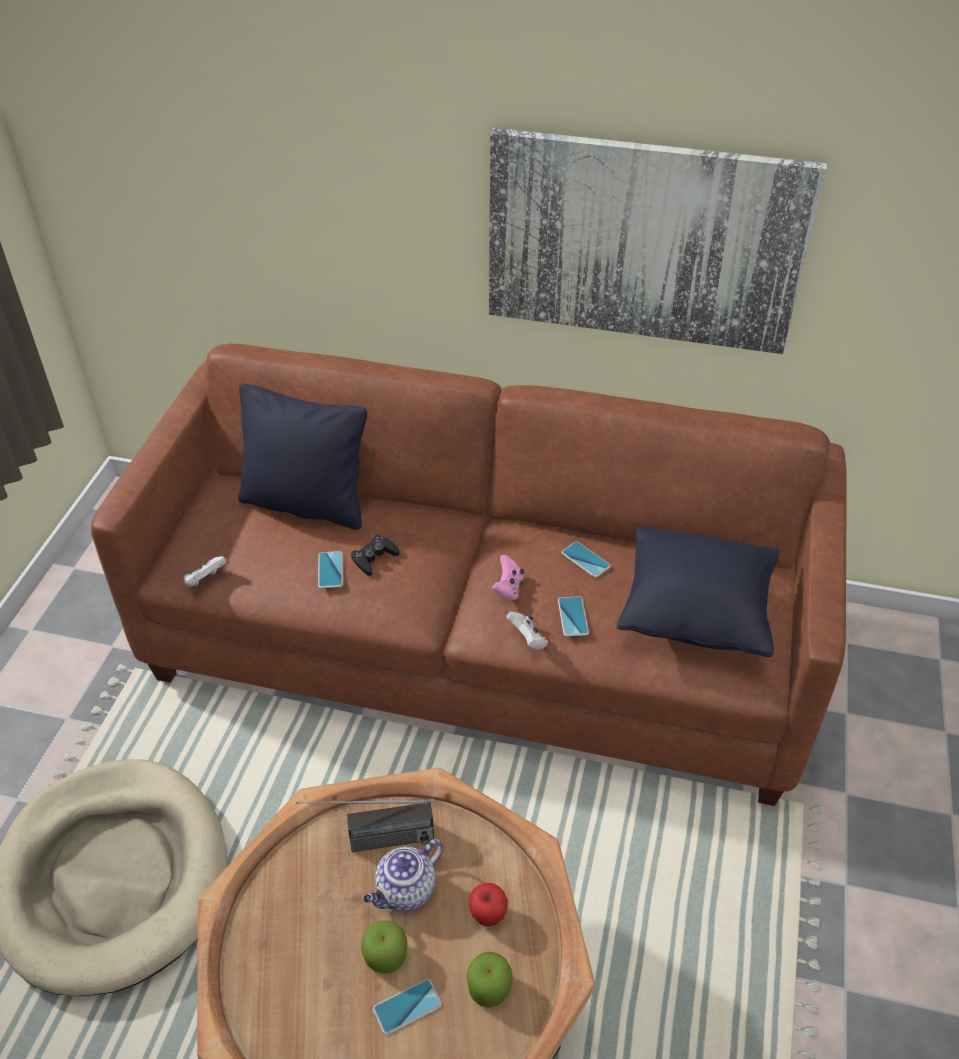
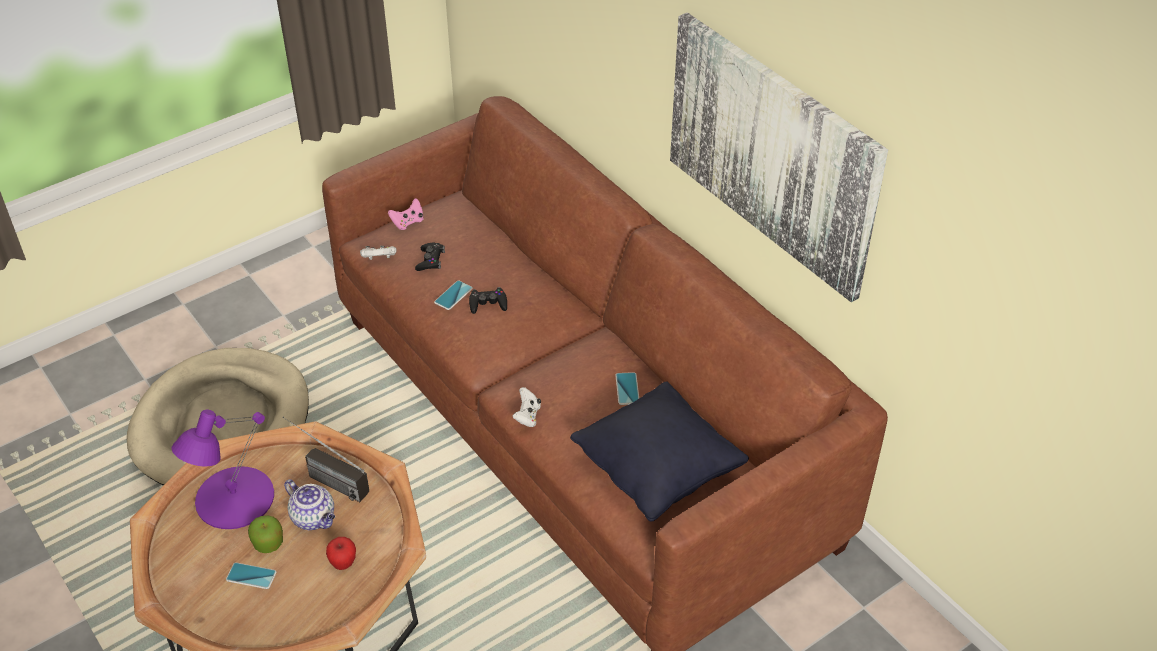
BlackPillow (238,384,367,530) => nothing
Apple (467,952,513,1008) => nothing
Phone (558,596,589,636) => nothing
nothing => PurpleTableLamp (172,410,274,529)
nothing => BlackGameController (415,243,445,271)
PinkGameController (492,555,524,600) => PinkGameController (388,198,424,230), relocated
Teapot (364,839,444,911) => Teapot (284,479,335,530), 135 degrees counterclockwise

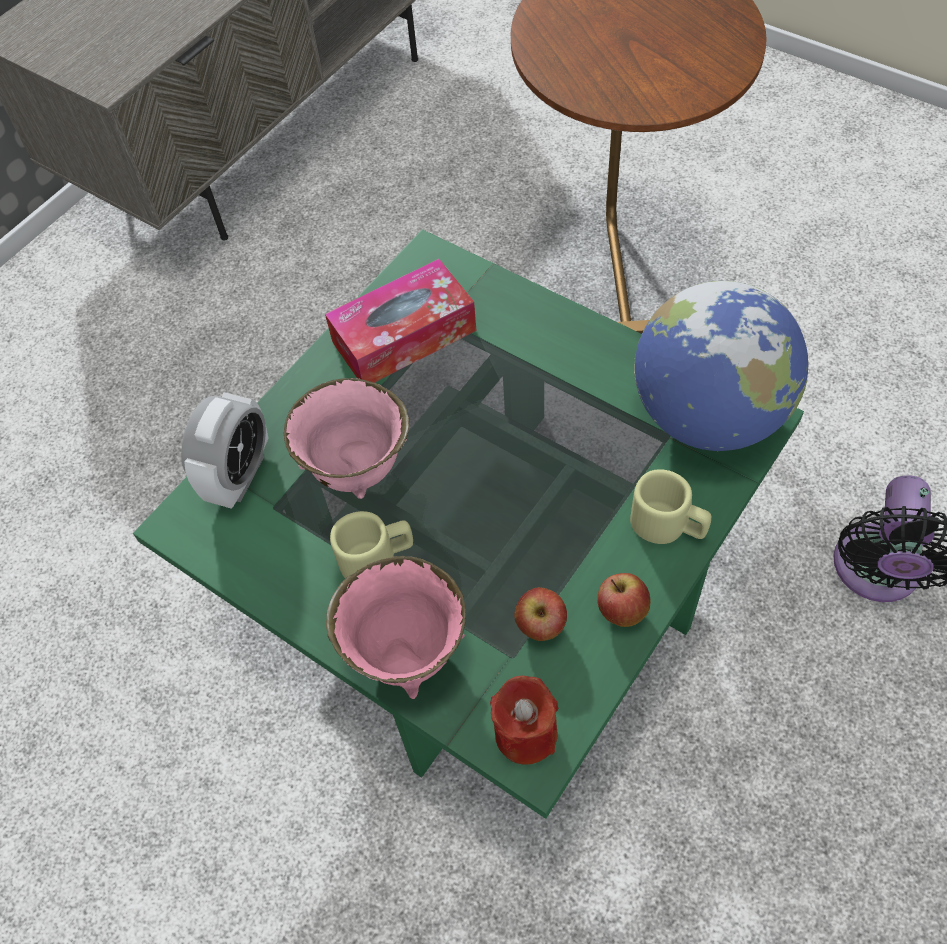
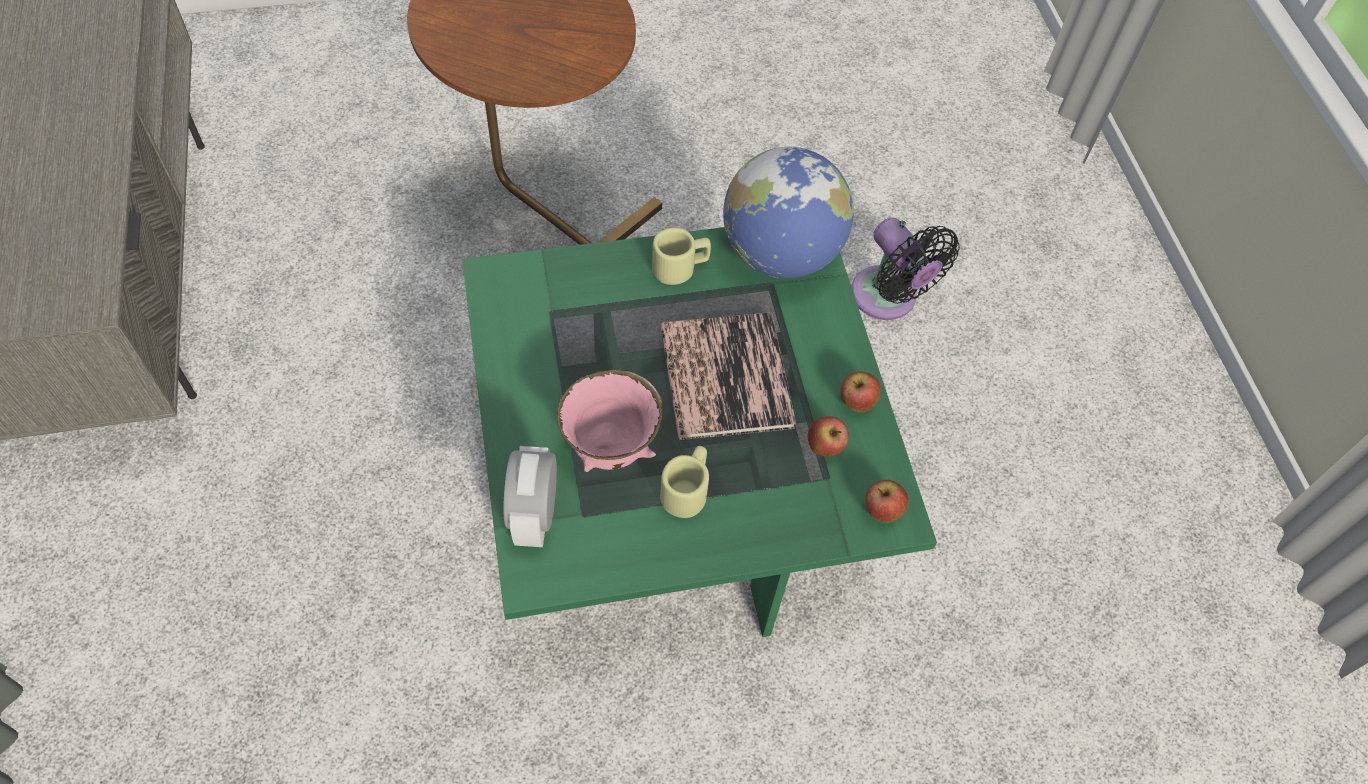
TissueBox (325,259,476,383) => nothing
PinkBowl (326,556,466,699) => nothing
nothing => Book (661,312,796,440)
BeigeMug (630,469,711,544) => BeigeMug (652,228,711,285), relocated
RedCandle (490,676,558,765) => Apple (865,480,909,523)
AlarmClock (181,392,268,509) => AlarmClock (504,446,557,547), 150 degrees counterclockwise

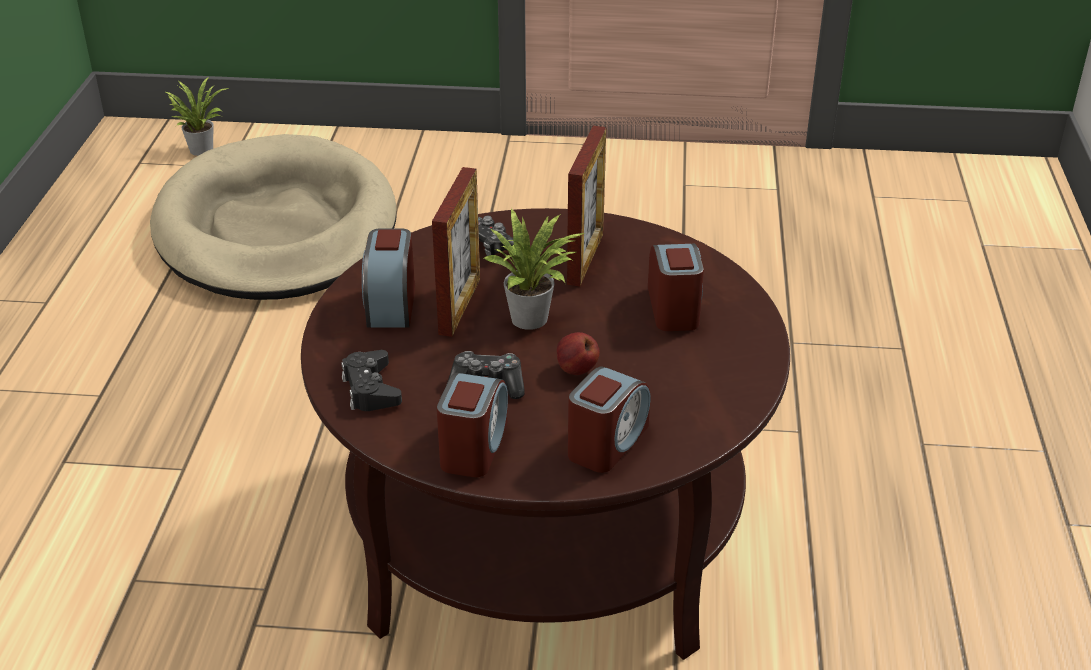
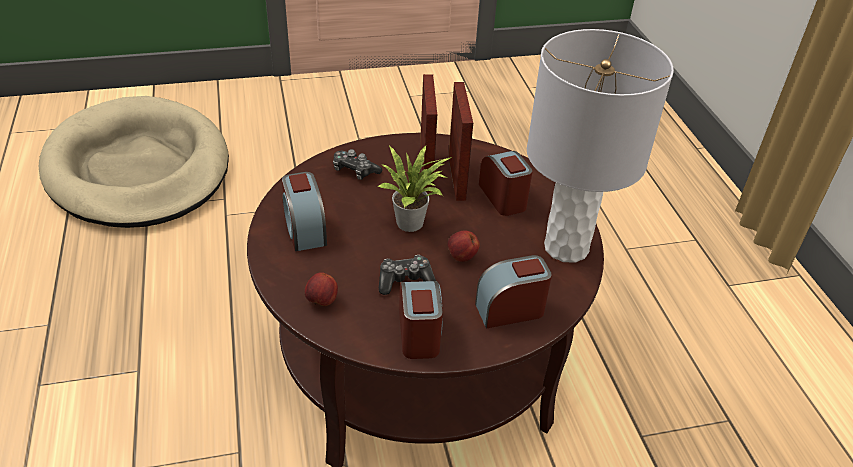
PottedPlant (166,77,229,156) => nothing
nothing => GreyTableLamp (527,29,674,263)
PictureFrame (432,167,480,337) => PictureFrame (449,82,473,201), relocated
BlackGameController (341,350,402,411) => Apple (305,272,338,306)
AlarmClock (568,366,651,473) => AlarmClock (475,255,552,328), 120 degrees counterclockwise

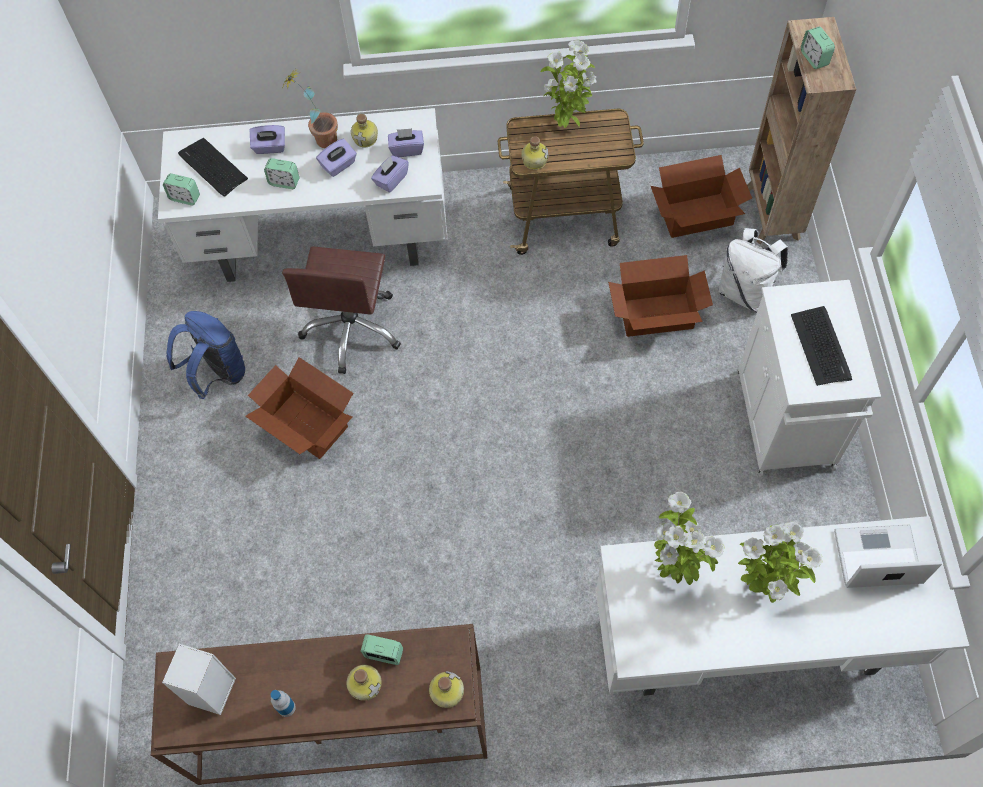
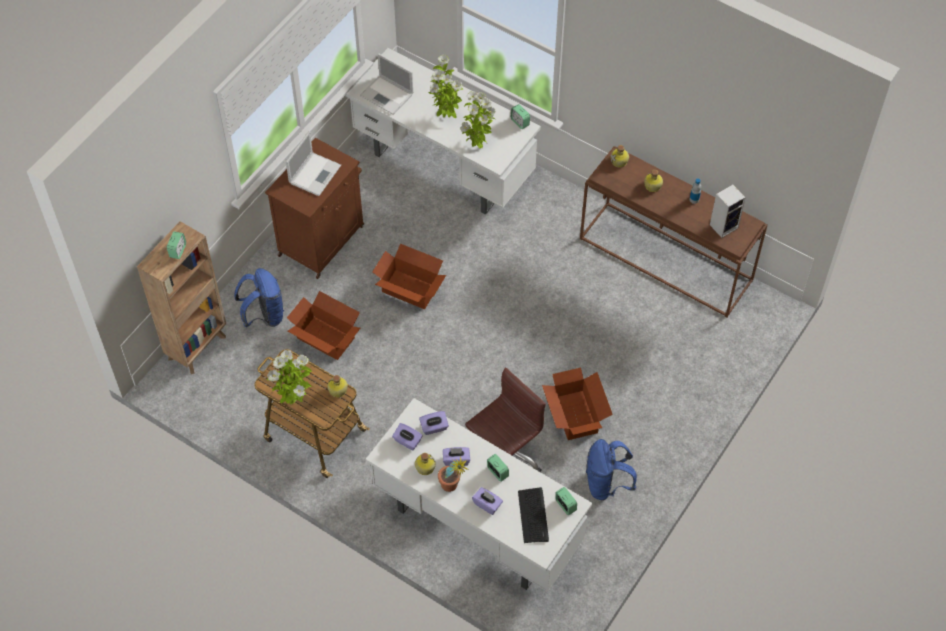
AlarmClock (361,634,403,665) => AlarmClock (511,104,530,129), relocated
CardboardBox (651,155,752,238) => CardboardBox (373,244,446,309), relocated
Keyboard (791,306,852,386) => Laptop (286,131,341,196)
WhiteBackpack (718,228,788,312) => BlueBackpack (235,268,284,328)
WhiteCabinet (737,280,881,477) => BrownCabinet (265,138,364,279)

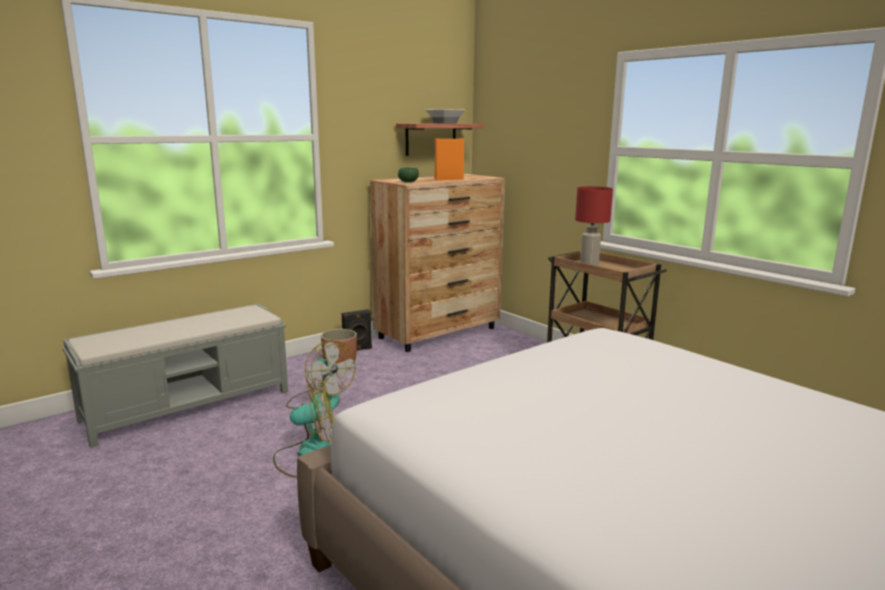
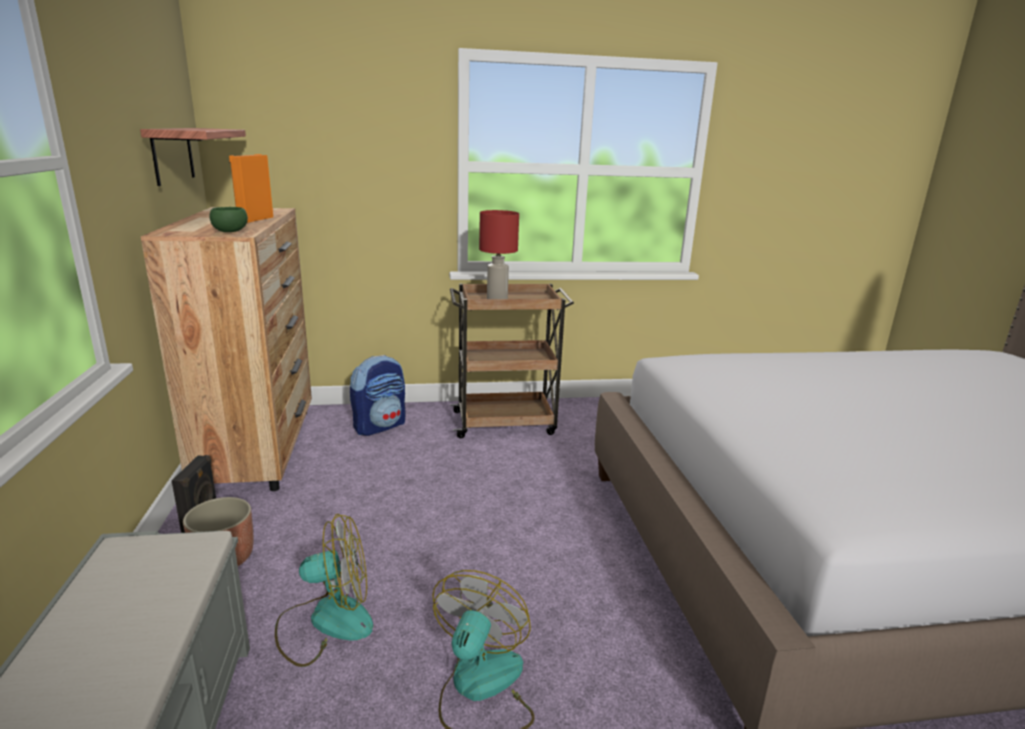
Bowl (426,109,465,124) => nothing
nothing => Backpack (350,355,406,436)

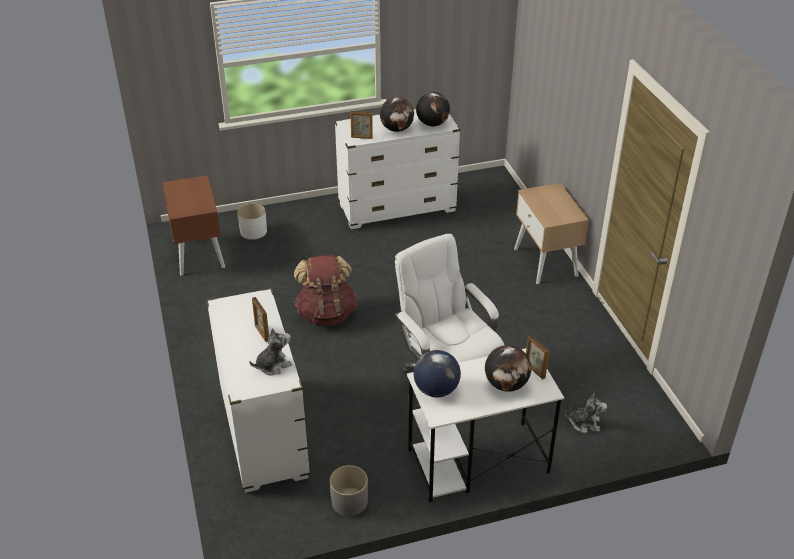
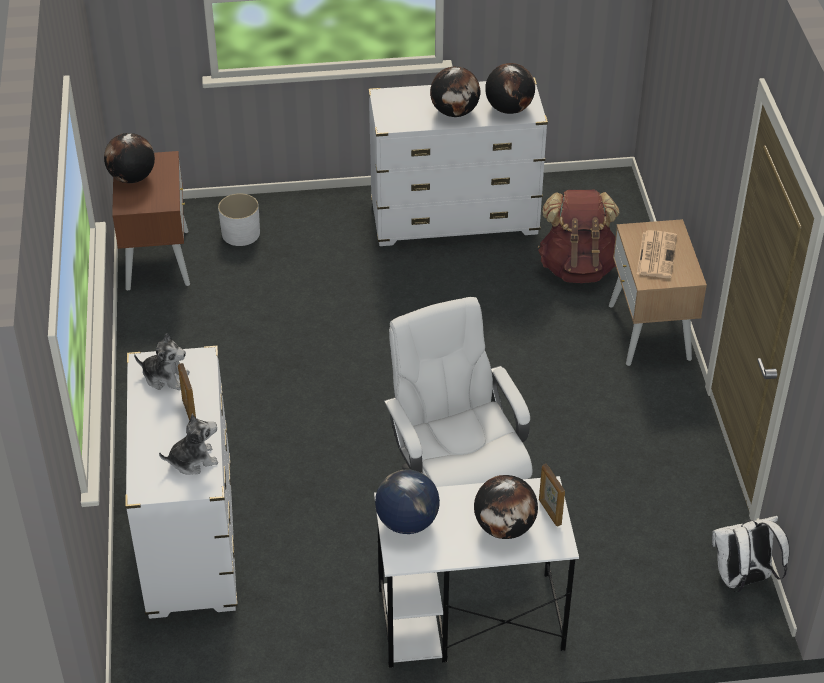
GreyPlanter (330,465,368,516) => nothing
PictureFrame (350,111,373,139) => nothing
nothing => Globe (104,133,155,183)
nothing => Newspaper (637,230,677,278)
nothing => WhiteBackpack (712,516,789,592)
BrownBackpack (294,255,357,326) => BrownBackpack (538,190,620,283), relocated
PlushToy (565,394,607,433) => PlushToy (134,333,190,390), relocated

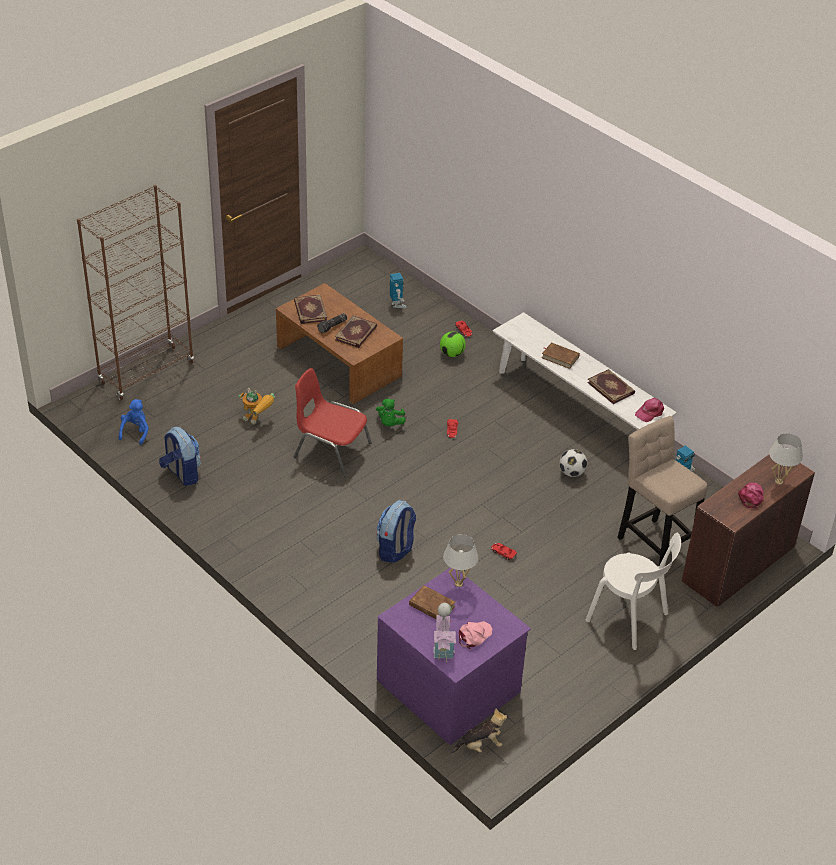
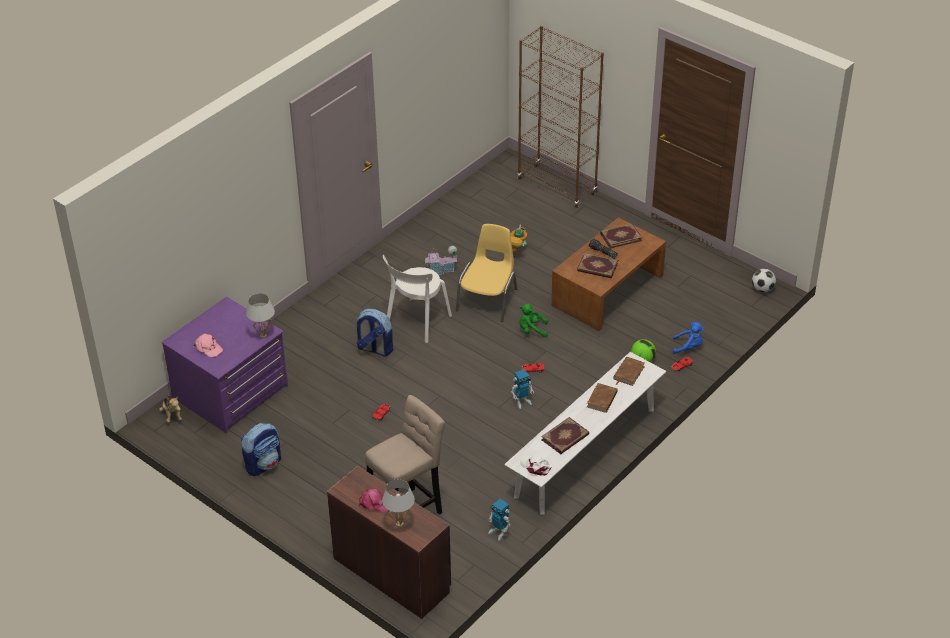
BluePlushToy (119,399,149,445) => BluePlushToy (673,322,704,354), relocated
Backpack (159,427,201,486) => Backpack (241,423,281,476), relocated
ToyRobot (390,273,407,308) => ToyRobot (511,369,534,409), relocated
BrownBook (409,585,456,620) => BrownBook (613,356,645,386), relocated
ToyHouse (434,603,456,662) => ToyHouse (425,246,457,275), relocated
Football (560,449,587,477) => Football (752,268,776,293), relocated
WhiteChair (586,533,681,650) => WhiteChair (383,255,452,343), relocated
RedChair (294,368,372,477) => YellowChair (456,224,517,321)
PinkCap (635,398,664,422) => WhiteCap (520,455,551,476)

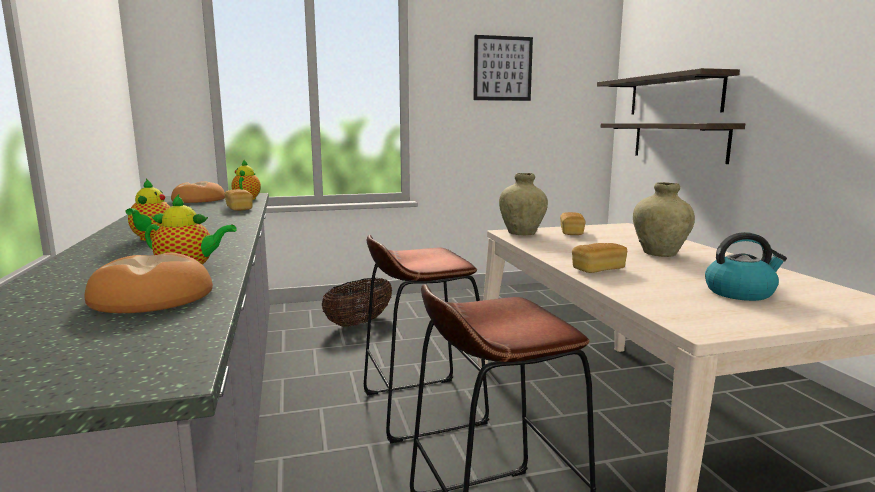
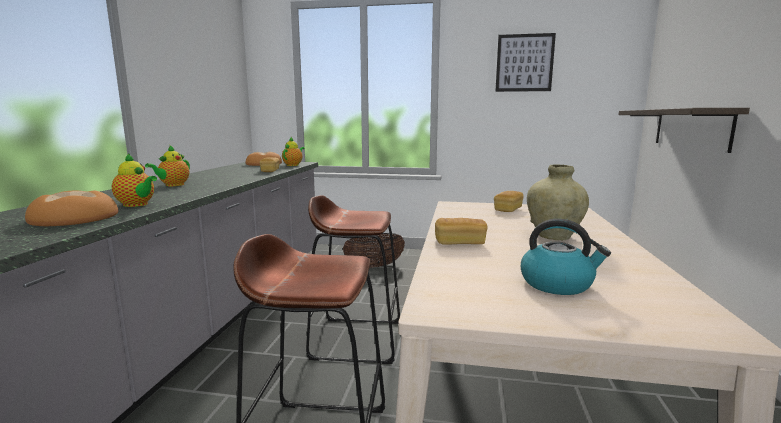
BeigeVase (499,173,548,236) => nothing
Shelf (597,68,740,114) => nothing

